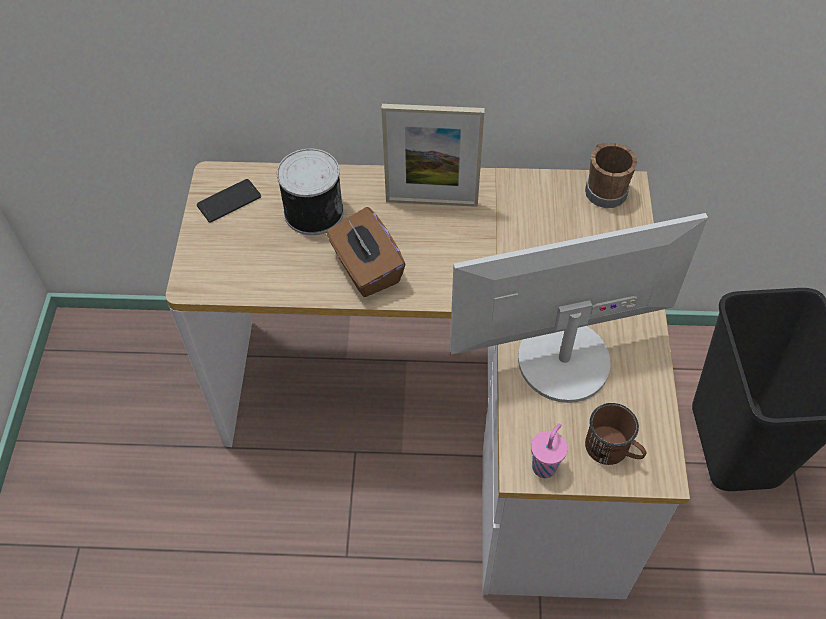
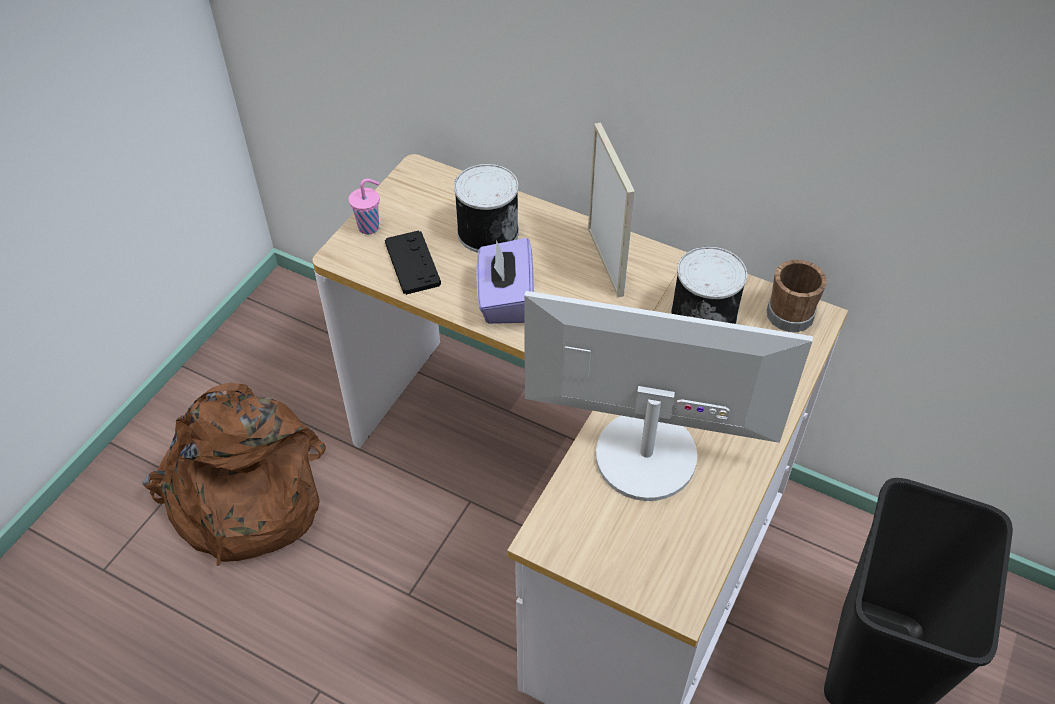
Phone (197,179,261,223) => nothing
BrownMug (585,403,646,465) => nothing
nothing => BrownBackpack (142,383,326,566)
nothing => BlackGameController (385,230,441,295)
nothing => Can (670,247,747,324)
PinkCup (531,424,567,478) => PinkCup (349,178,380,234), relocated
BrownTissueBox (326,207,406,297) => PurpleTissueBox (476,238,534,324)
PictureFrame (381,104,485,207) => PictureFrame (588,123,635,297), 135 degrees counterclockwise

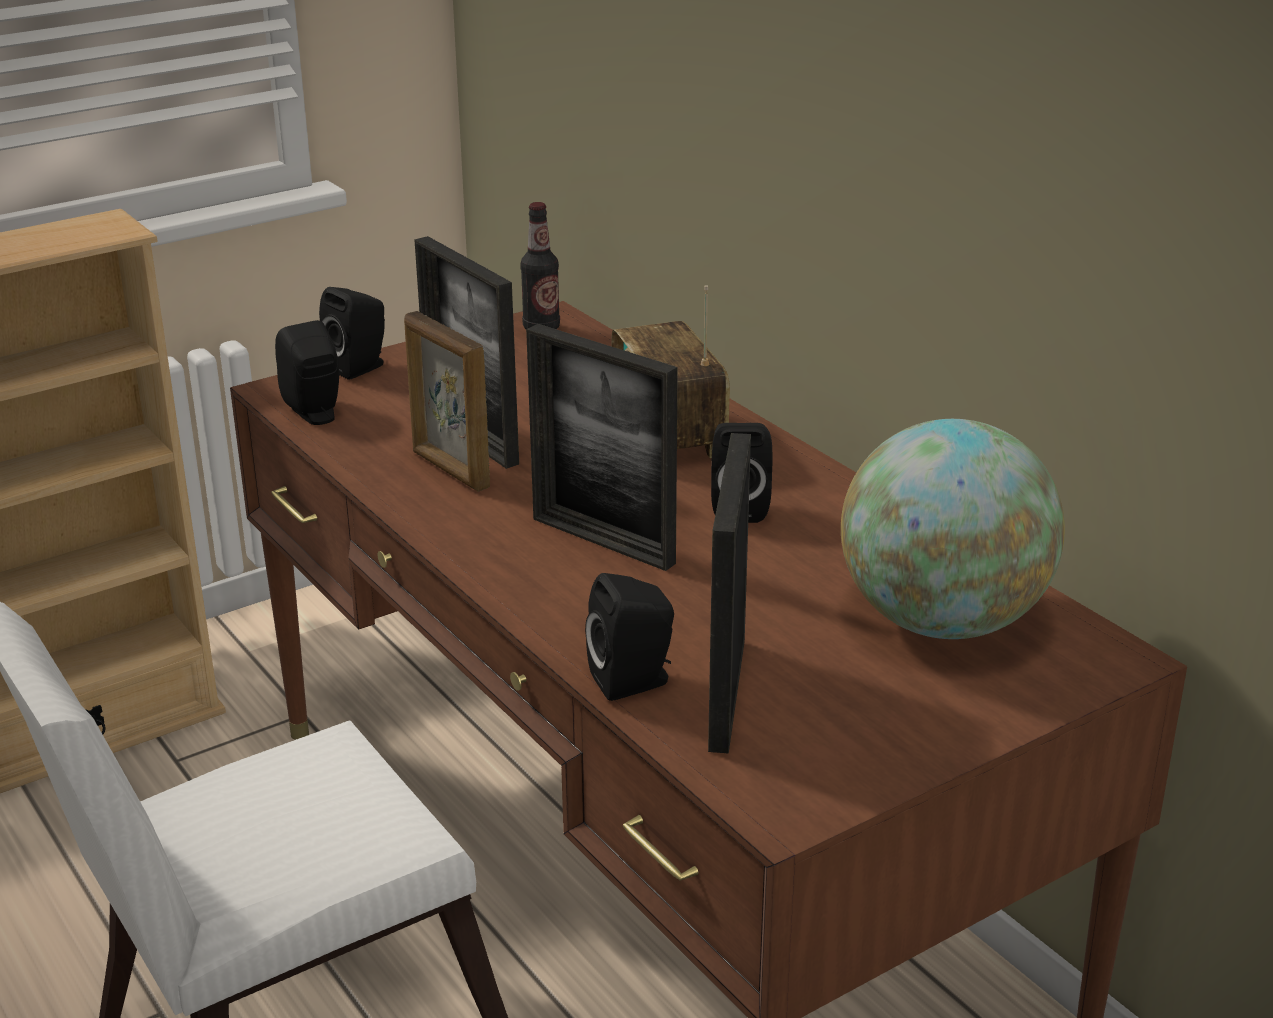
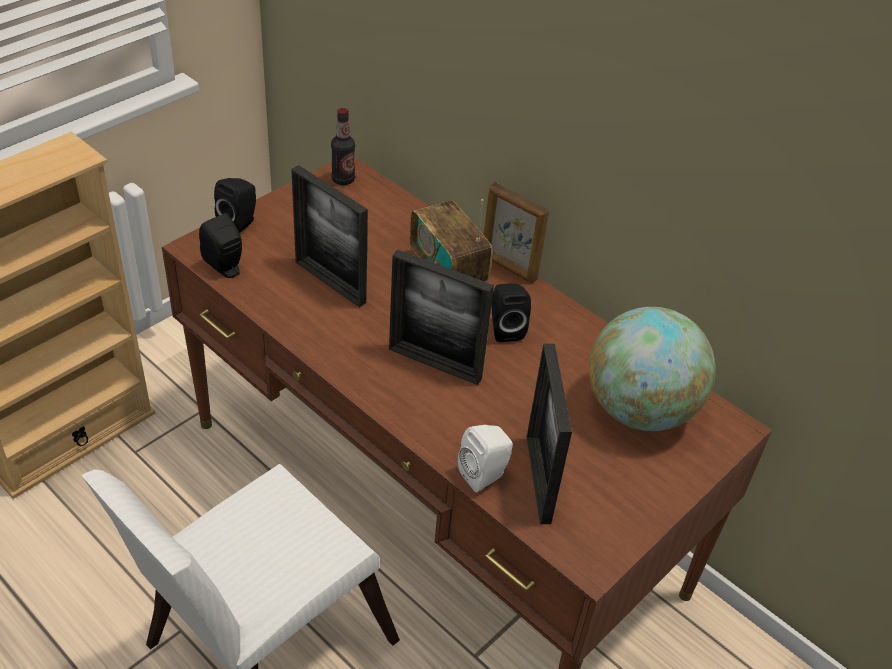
PictureFrame (404,311,490,492) => PictureFrame (483,182,549,283), relocated
BlackSpeaker (585,573,674,701) => WhiteSpeaker (458,425,513,493)

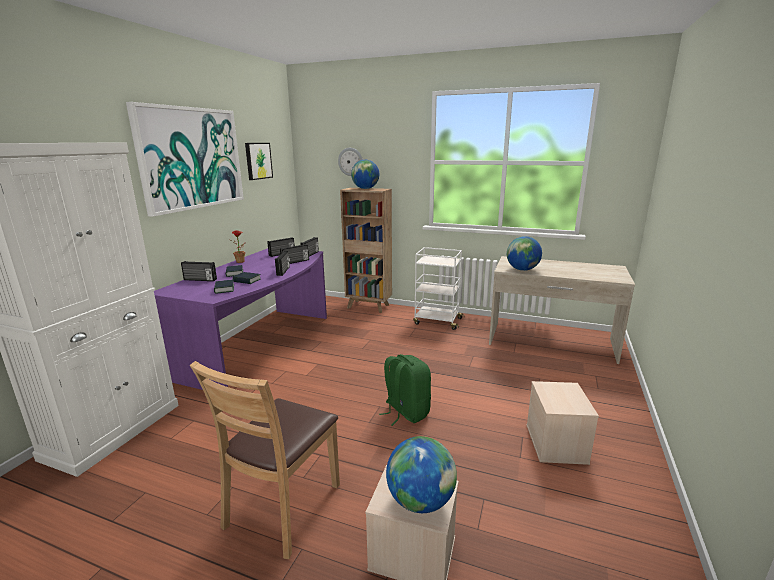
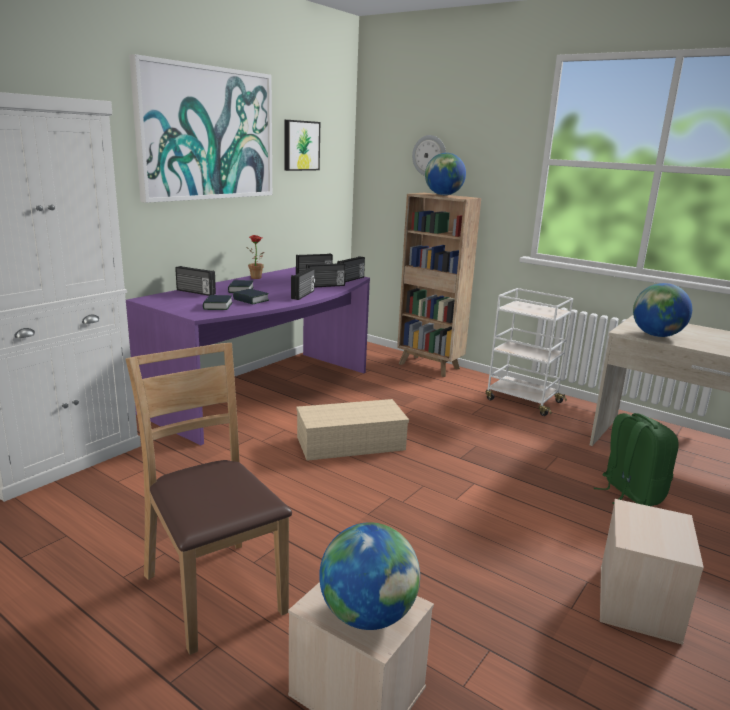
nothing => BeigeStorageBox (296,399,409,461)
GreenBackpack (379,354,431,426) => GreenBackpack (594,413,679,506), relocated
BrownChair (190,361,340,559) => BrownChair (126,343,292,655), 105 degrees clockwise

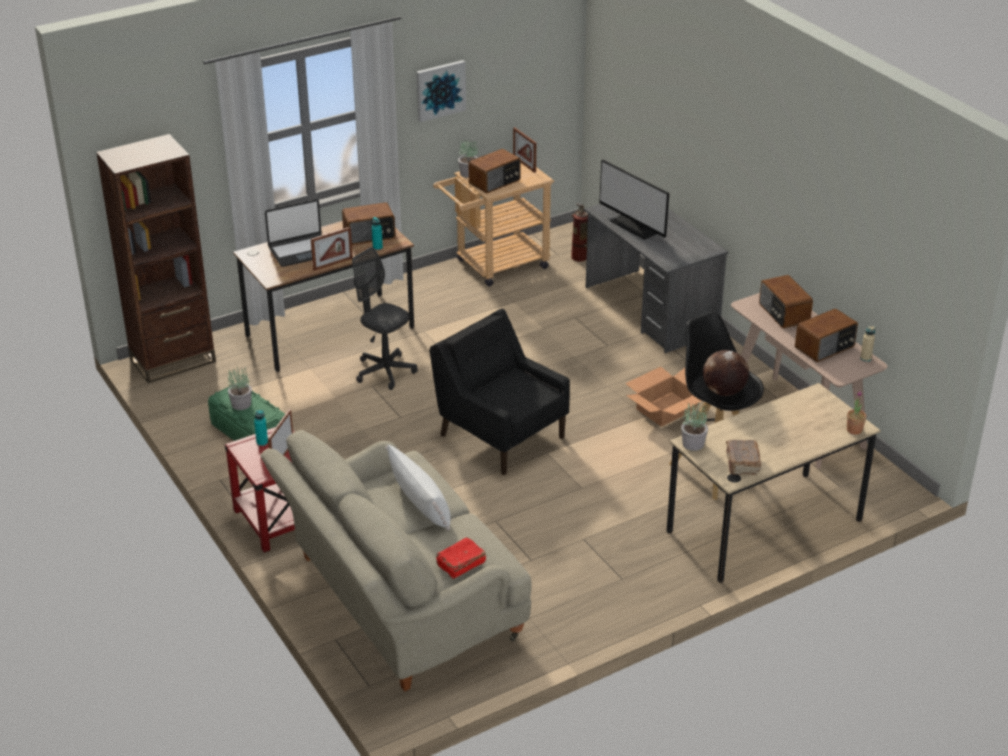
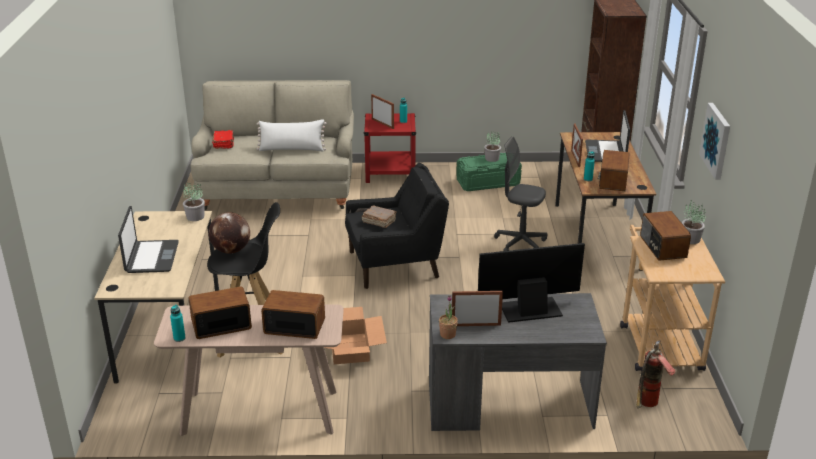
nothing => Laptop (118,206,179,273)
PictureFrame (513,127,536,173) => PictureFrame (452,291,503,326), relocated
BrownBook (726,440,761,475) => BrownBook (362,205,397,228), relocated
PottedPlant (847,390,866,435) => PottedPlant (439,296,458,339), relocated
BeigeBottle (860,326,875,362) => TurquoiseBottle (170,305,186,342)
GreyOfficeChair (352,247,418,390) => GreyOfficeChair (494,136,547,251), 135 degrees counterclockwise
Radio (795,308,858,362) => Radio (188,287,252,339), 75 degrees clockwise

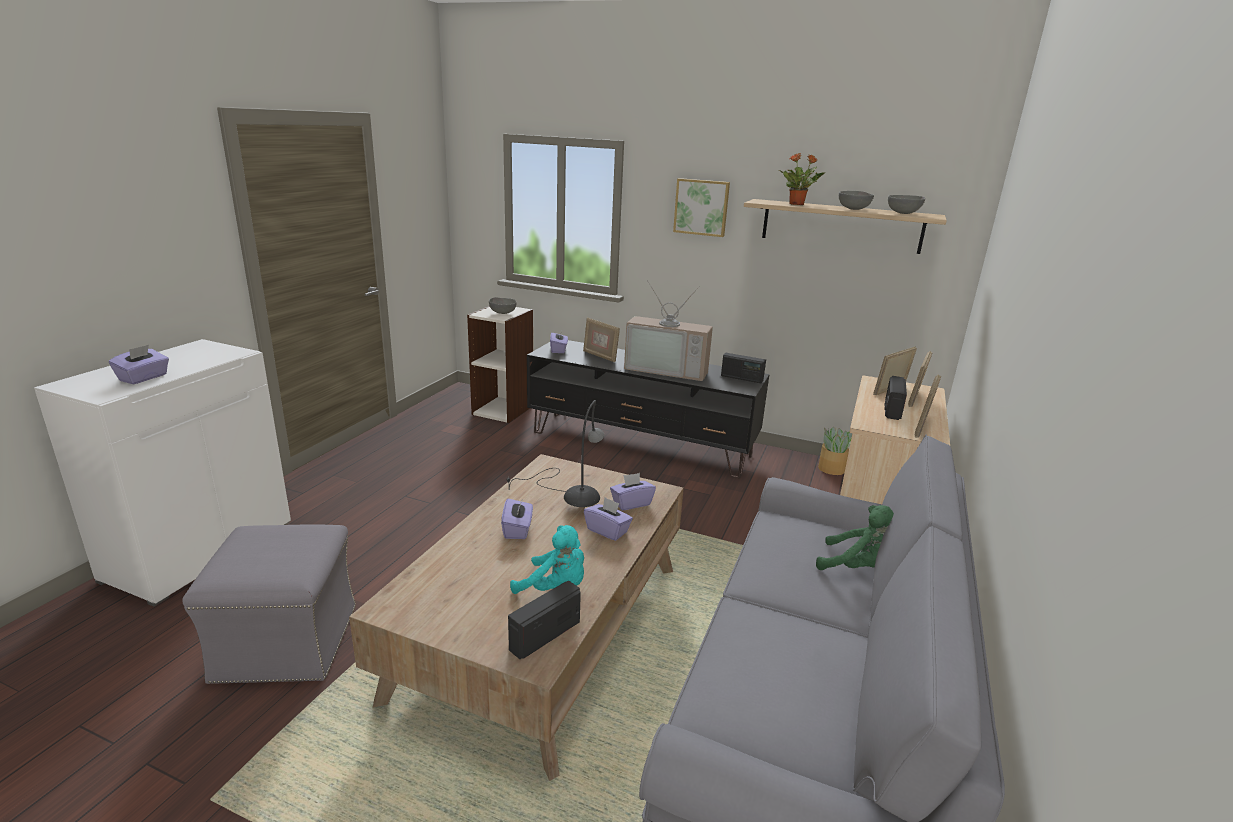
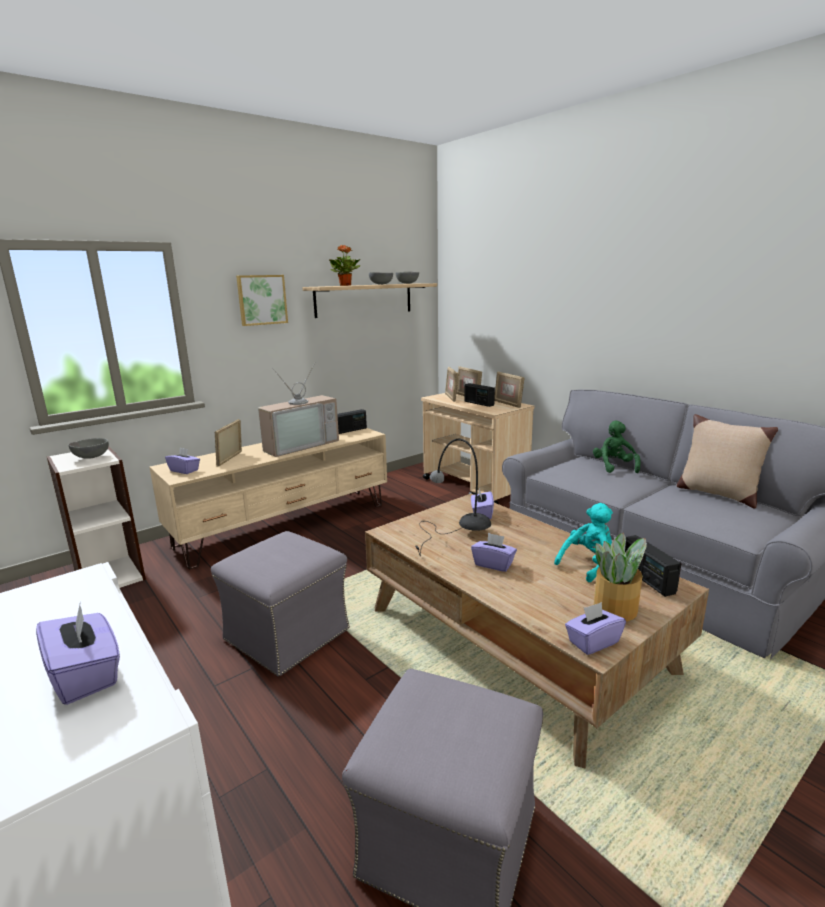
nothing => GreyOttoman (211,531,350,676)
nothing => BeigePillow (677,414,778,509)
PurpleTissueBox (584,497,633,541) => PurpleTissueBox (565,602,626,655), relocated
PottedPlant (818,427,852,475) => PottedPlant (594,533,647,622), relocated
BlackTvStand (527,340,769,478) => BeigeTvStand (149,428,387,569)
PictureFrame (583,317,620,362) => PictureFrame (215,419,242,467), 120 degrees clockwise
GreenPlushToy (816,505,894,570) => GreenPlushToy (593,420,640,473), 60 degrees counterclockwise

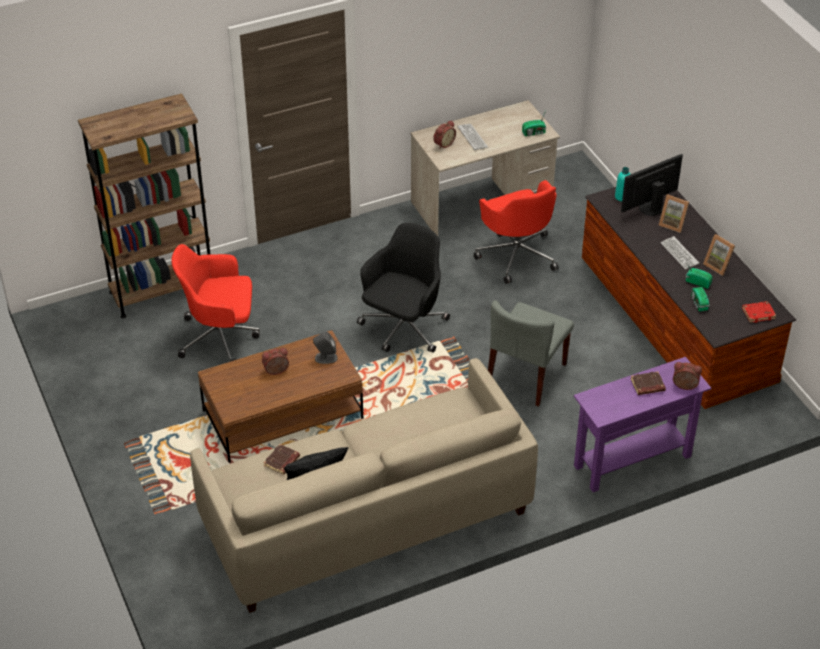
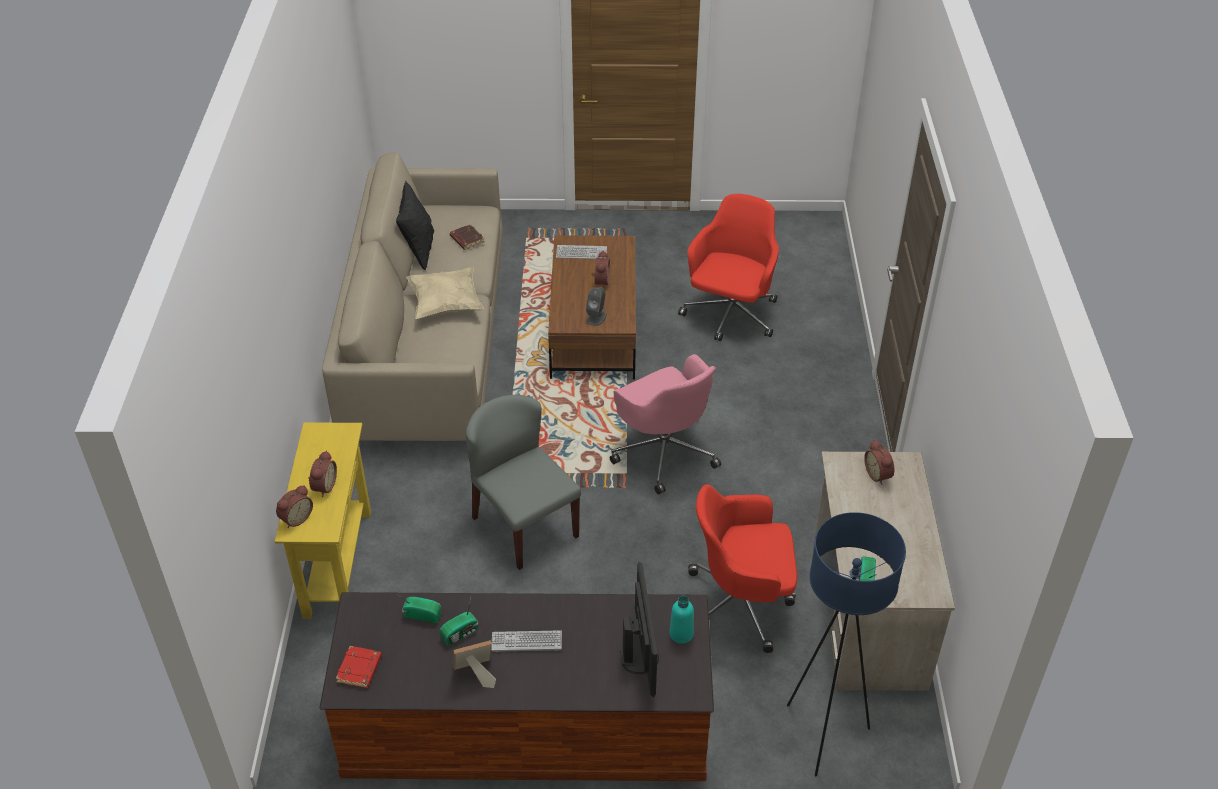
BrownBookcase (78,93,211,318) => nothing
PictureFrame (659,194,689,233) => nothing
nothing => BeigePillow (406,267,484,319)
nothing => BlueFloorLamp (787,512,906,777)
Keyboard (458,124,488,150) => Keyboard (556,245,607,259), relocated
BrownBook (631,371,666,395) => AlarmClock (308,451,337,497)
BlackOfficeChair (357,223,450,353) => PinkOfficeChair (610,354,721,494)
PurpleConsoleTable (574,357,711,492) => YellowConsoleTable (275,422,371,619)

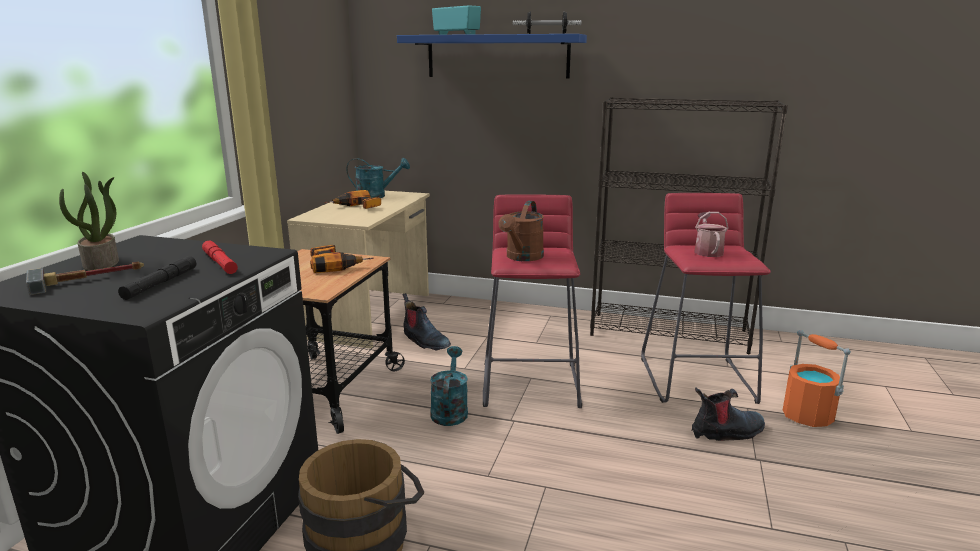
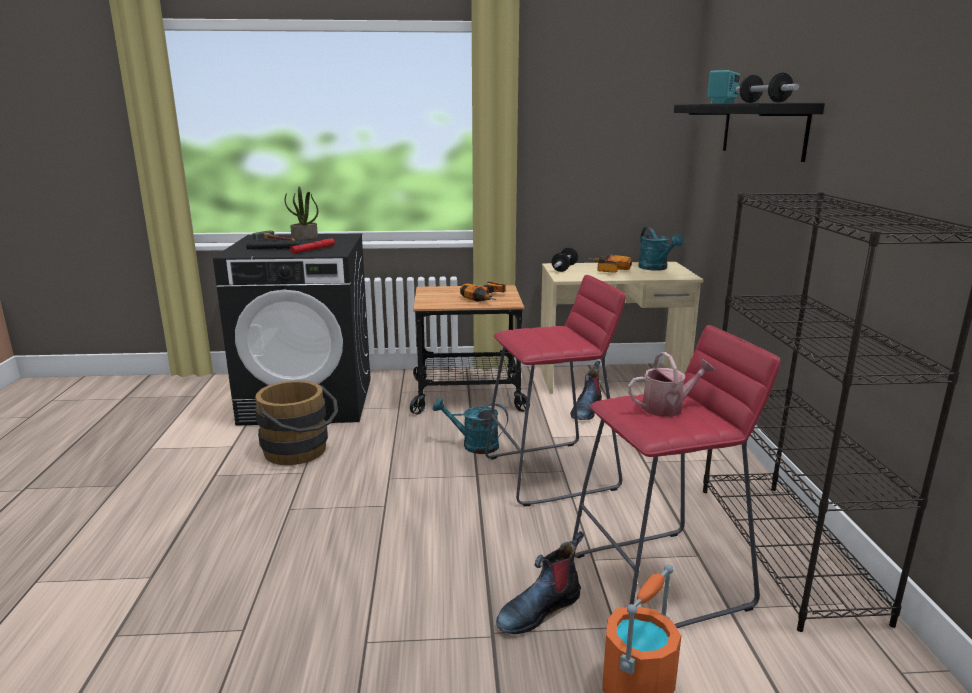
BrownWateringCan (498,201,544,261) => nothing
nothing => Dumbbell (552,247,578,272)
BlueShelf (397,34,587,78) => BlackShelf (674,103,825,162)
TurquoiseWateringCan (430,346,468,426) => TurquoiseWateringCan (433,398,508,454), 150 degrees counterclockwise
Boot (691,387,765,441) => Boot (496,531,584,634), 90 degrees clockwise

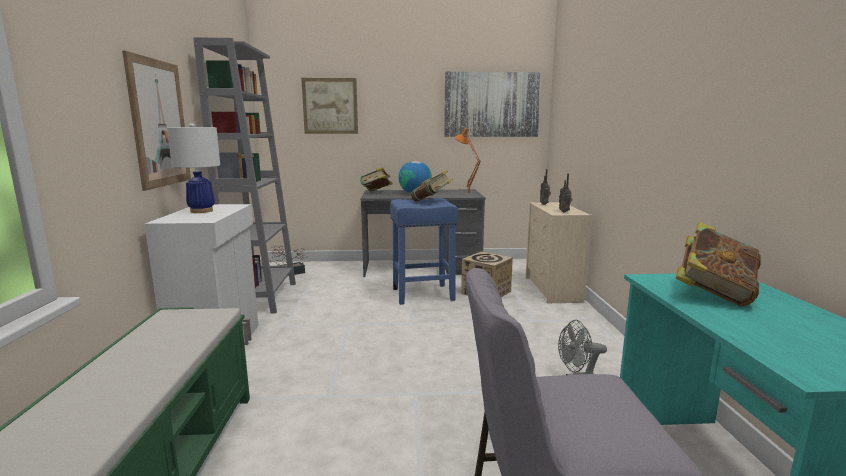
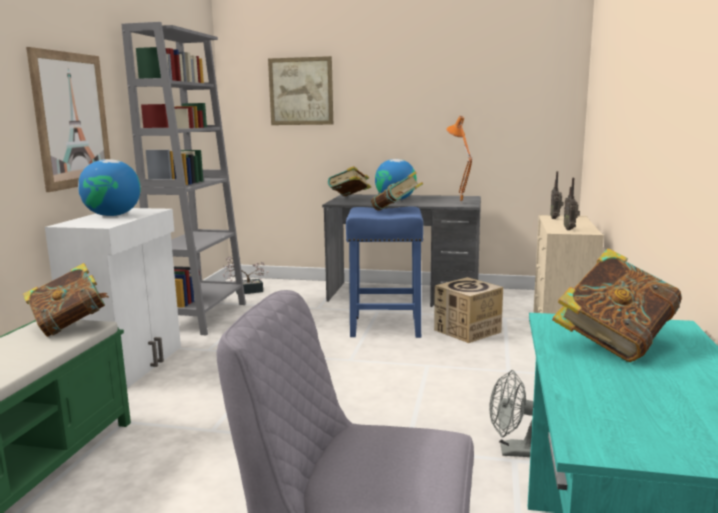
Picture (444,72,542,137) => nothing
nothing => Book (23,263,109,337)
WhiteTableLamp (167,123,220,213) => Globe (78,159,140,216)

